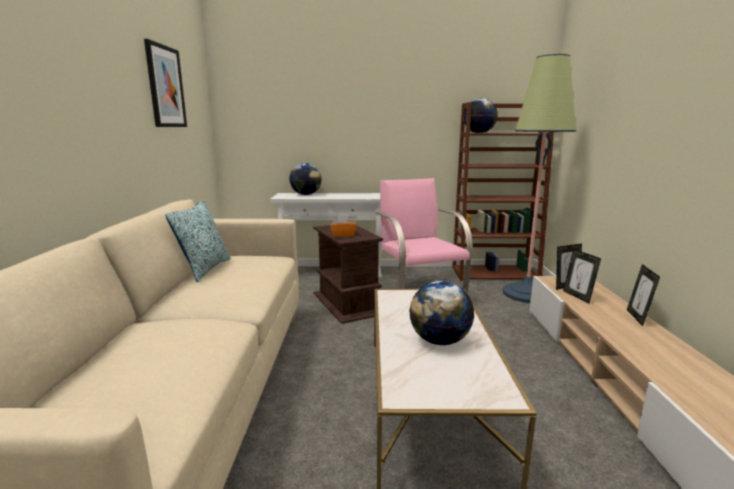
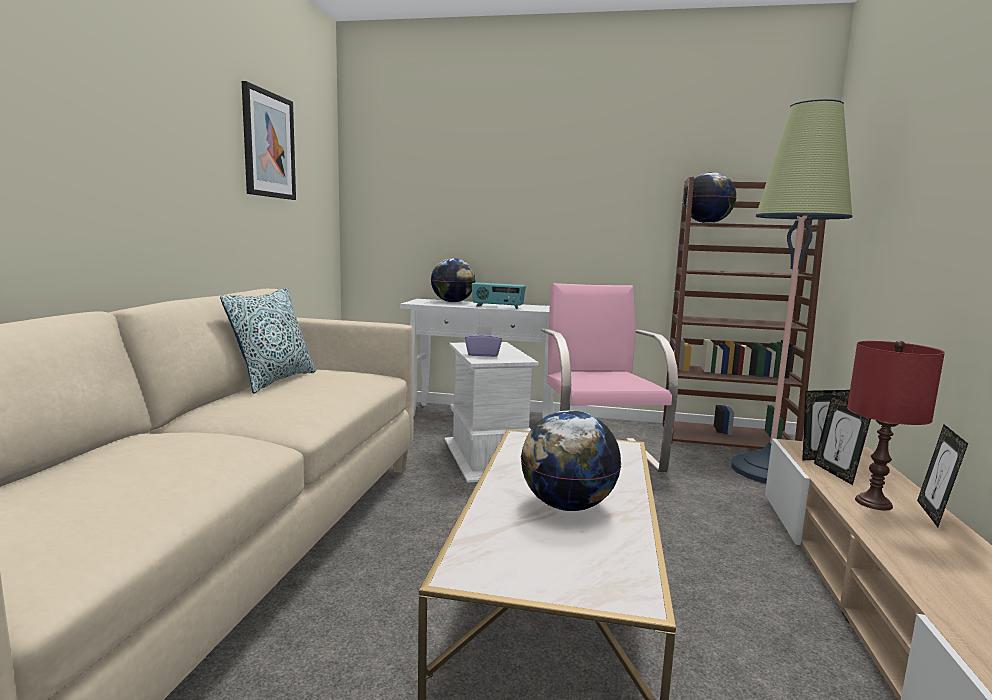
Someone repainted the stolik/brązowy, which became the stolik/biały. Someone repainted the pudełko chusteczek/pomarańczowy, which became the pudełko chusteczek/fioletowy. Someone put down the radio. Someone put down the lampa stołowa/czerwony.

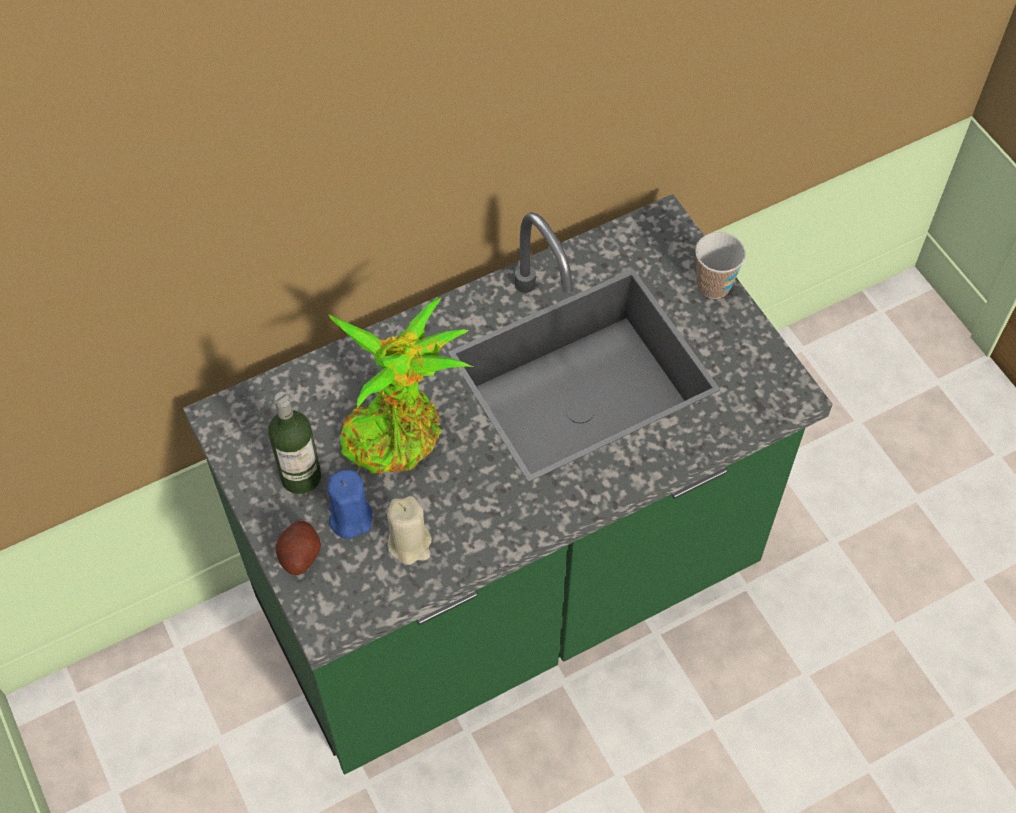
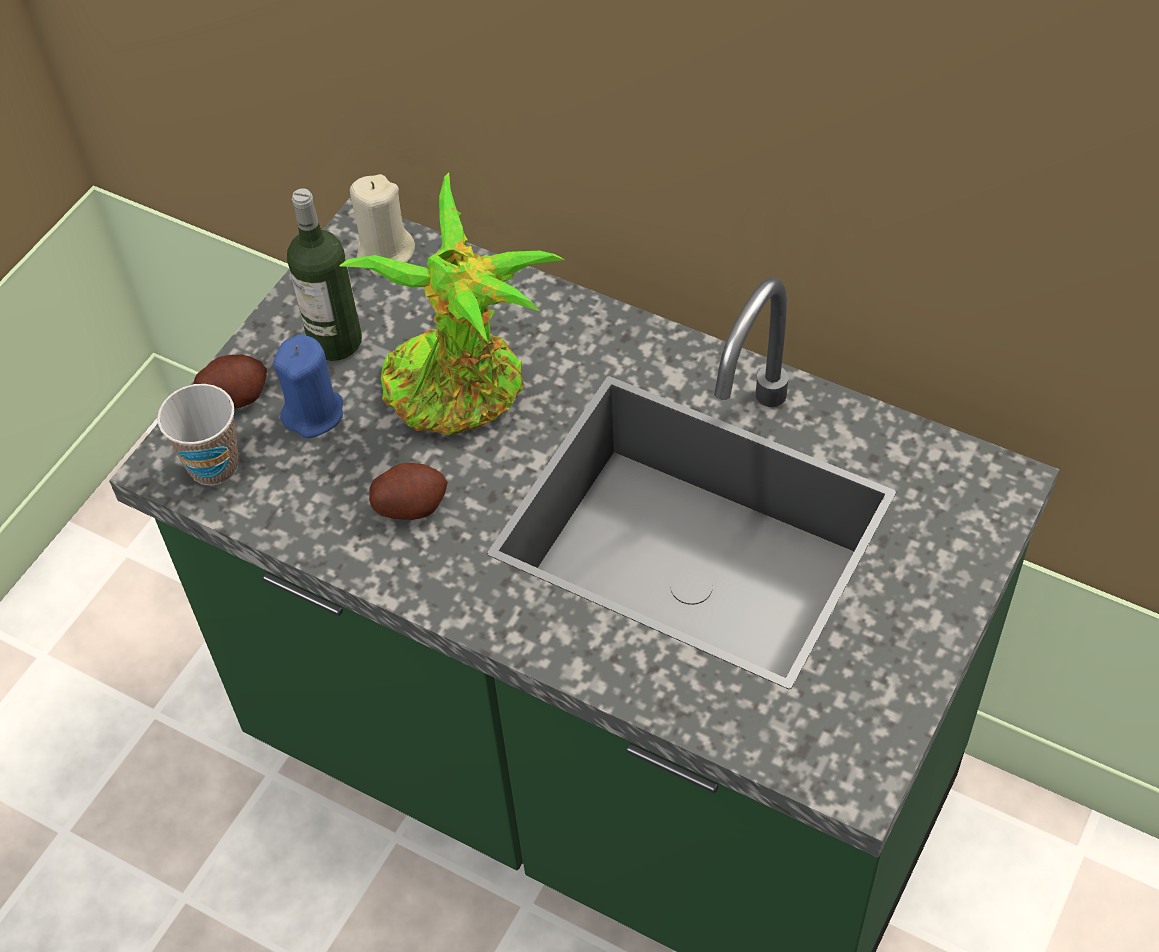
Someone carried the filiżanka. Someone carried the świeca/beżowy. Someone put down the ziemniak (2nd from left).

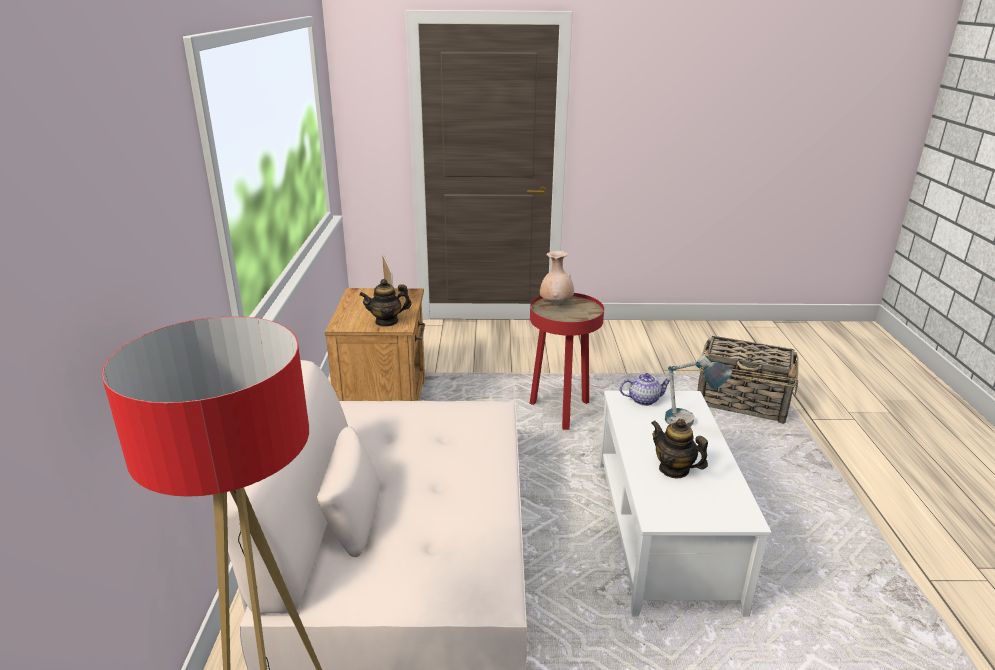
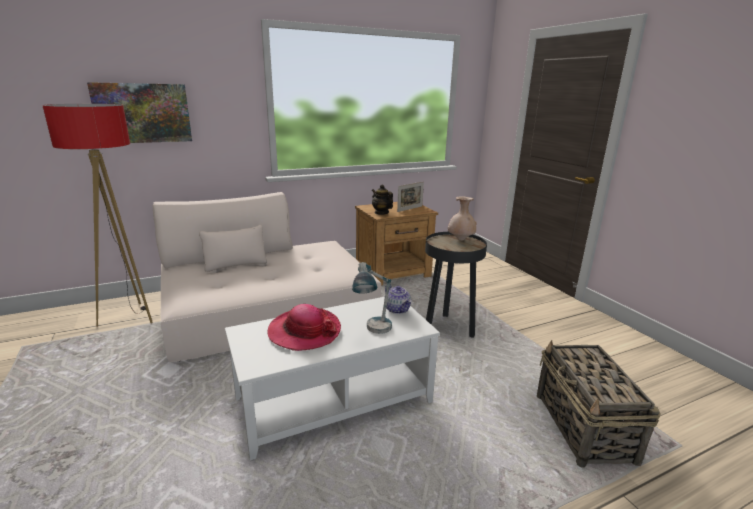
Someone put up the obraz. Someone swapped the imbryk (3rd from left) for the kapelusz. Someone repainted the stolik/czerwony, which became the stolik/czarny.

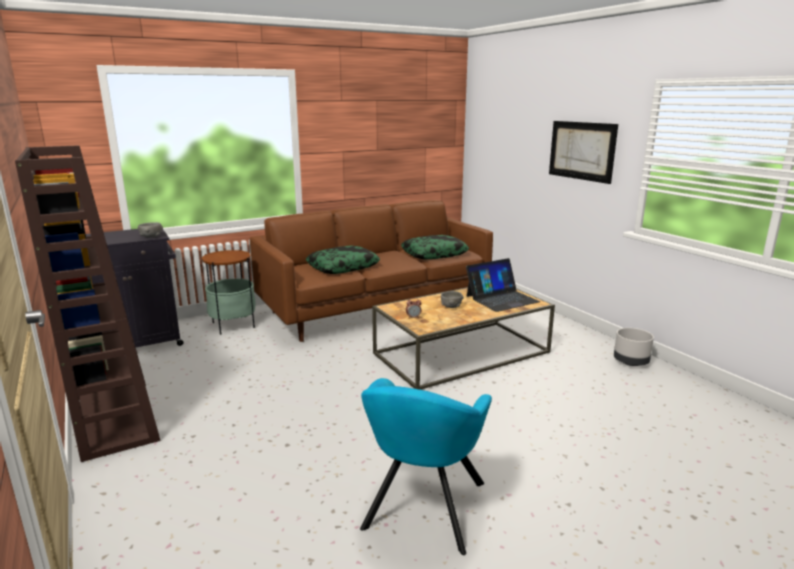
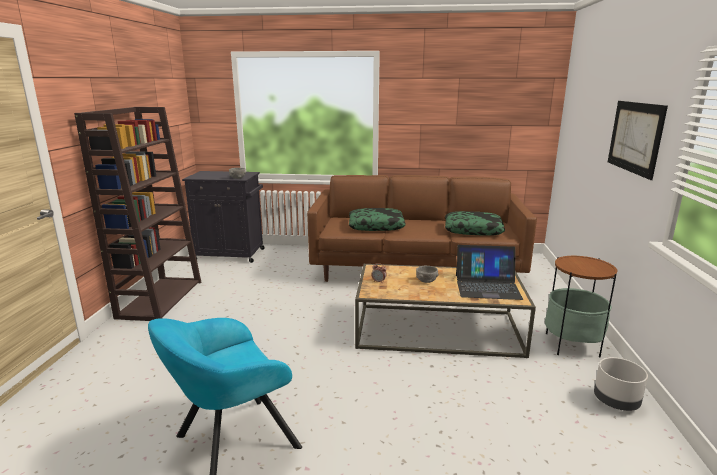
Someone carried the stolik.

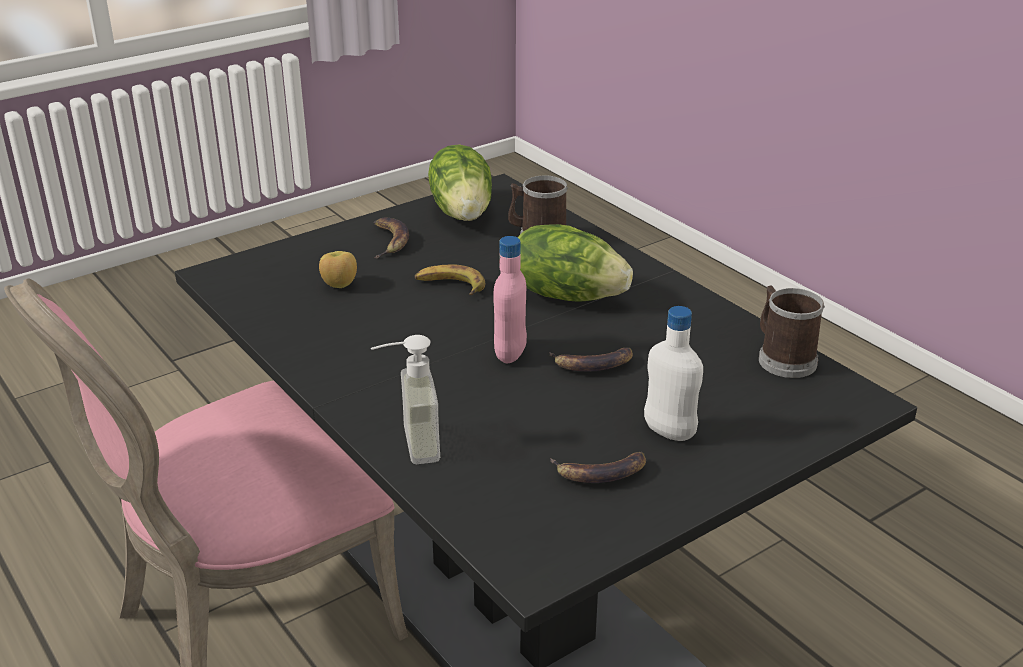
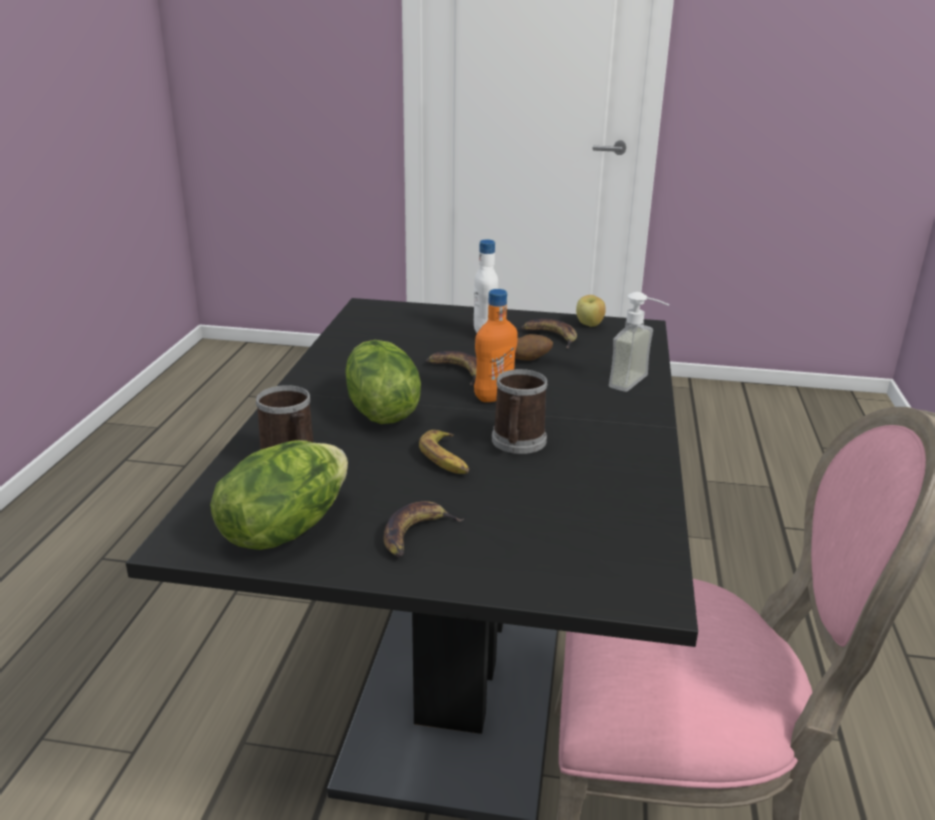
Someone repainted the butelka/różowy, which became the butelka/pomarańczowy. Someone carried the kubek (2nd from left). Someone put down the ziemniak. Someone carried the jabłko.

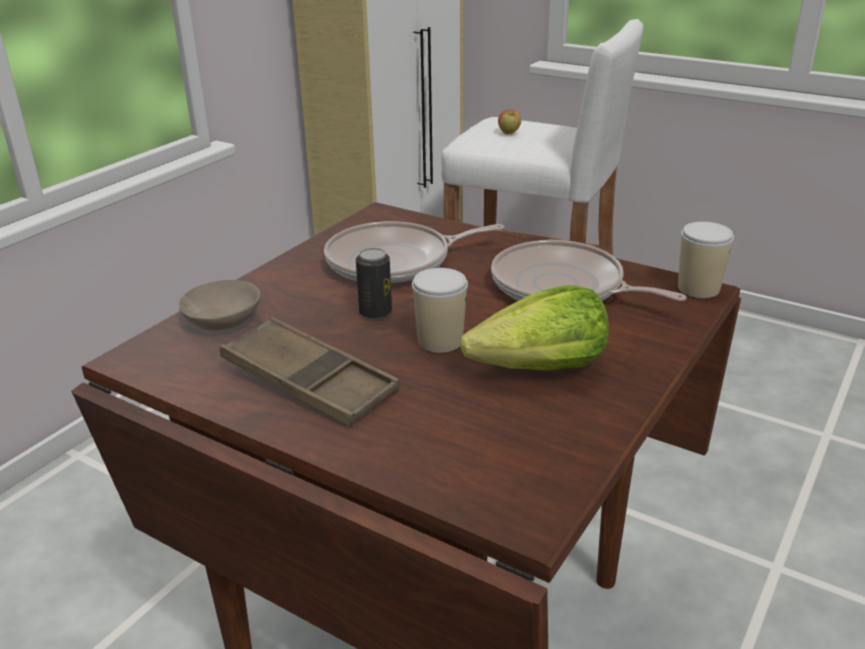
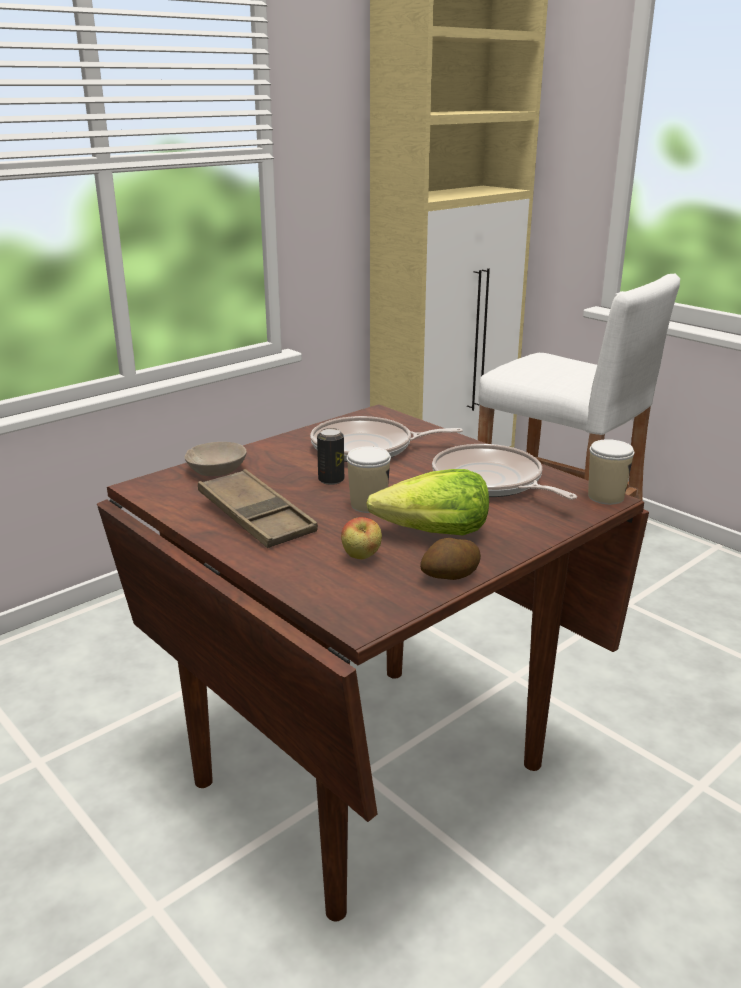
Someone carried the jabłko. Someone put down the ziemniak.

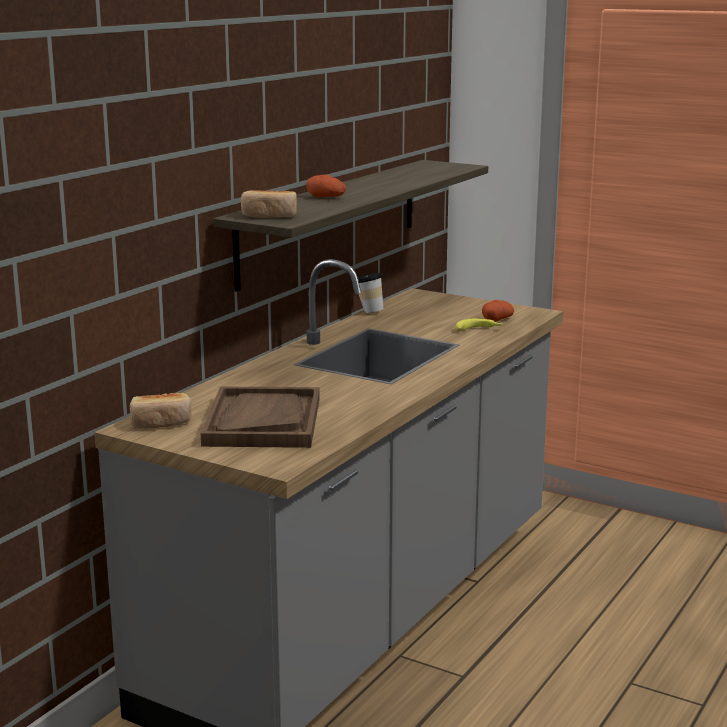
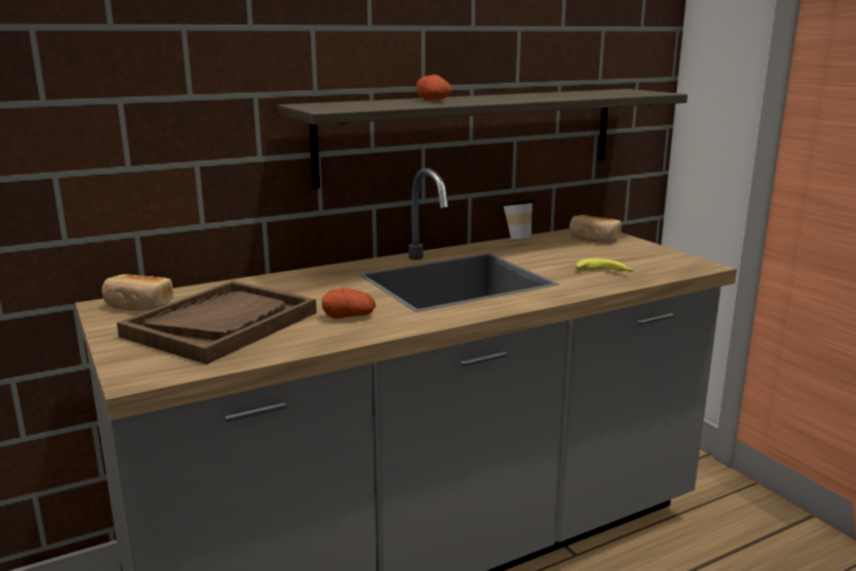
Someone carried the ziemniak (2nd from left in the first image). Someone carried the chleb (2nd from left).

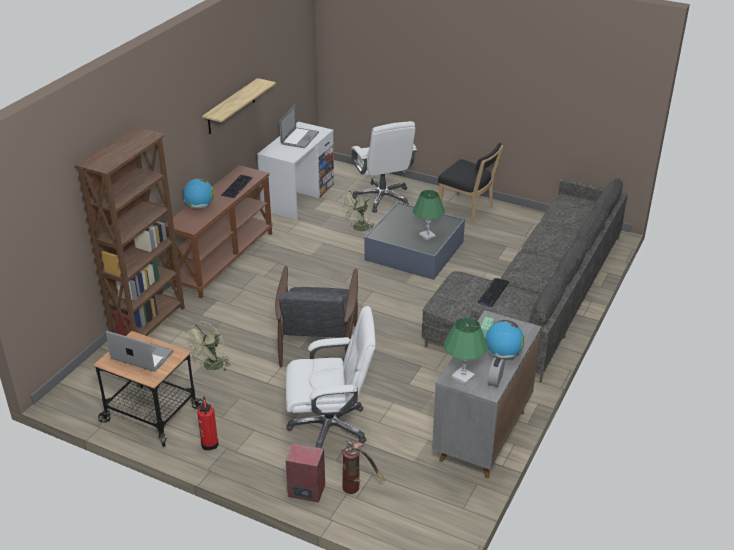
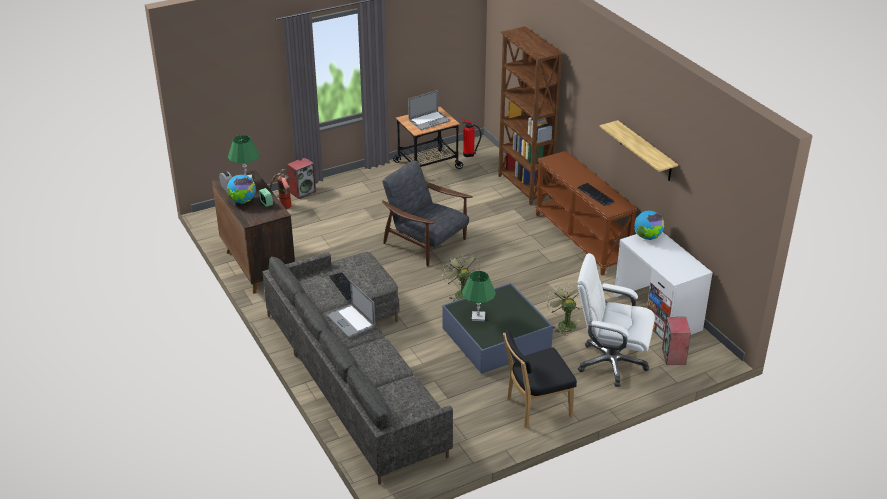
Someone repainted the szafka/szary, which became the szafka/brązowy. Someone carried the laptop (2nd from left in the first image). Someone carried the wentylator/zielony (1st from left). Someone carried the gaśnica (1st from left in the first image). Someone carried the globus (1st from left in the first image). Someone put down the głośnik (2nd from left). Someone took away the krzesło biurowe/biały (1st from left).

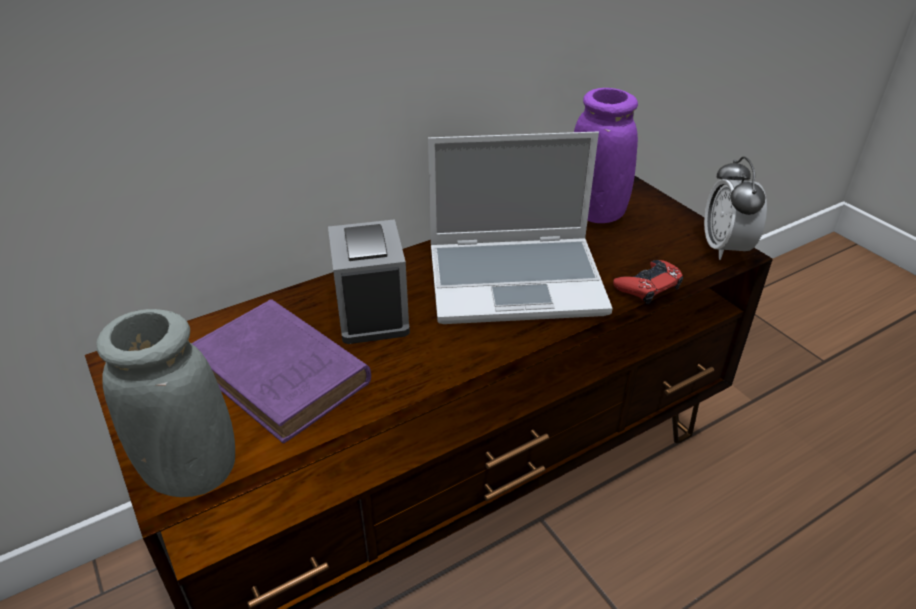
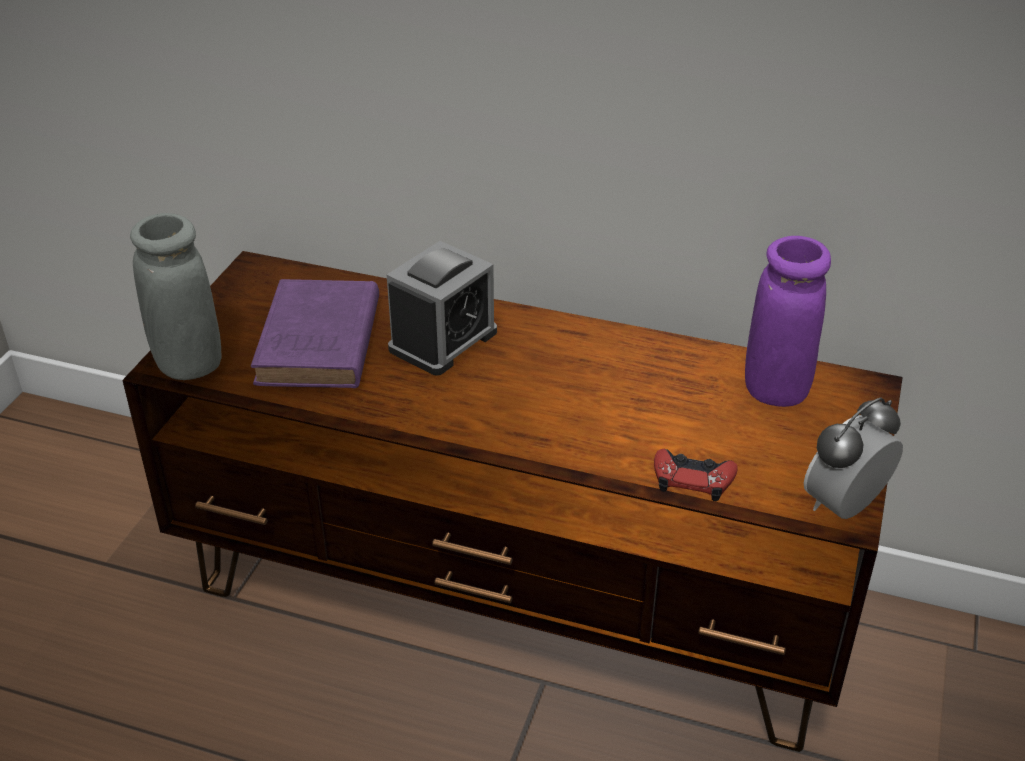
Someone took away the laptop.

